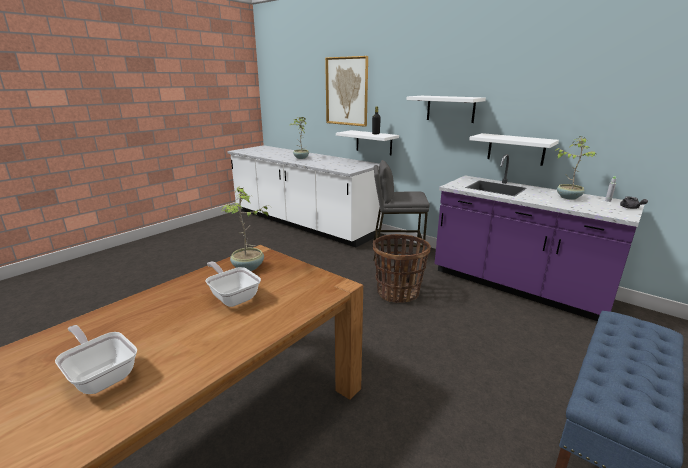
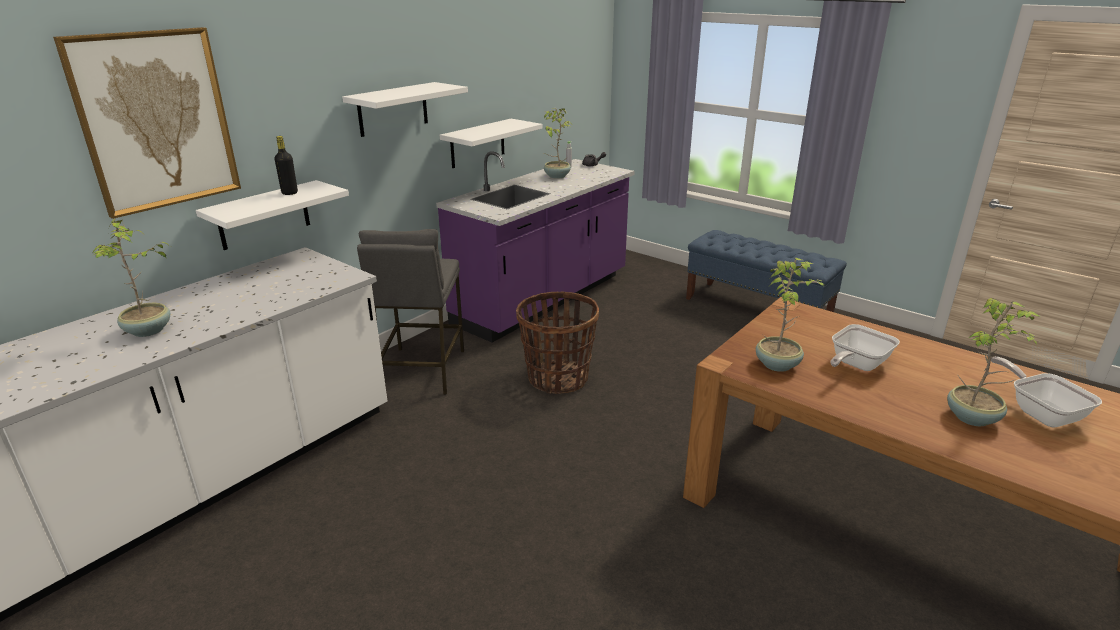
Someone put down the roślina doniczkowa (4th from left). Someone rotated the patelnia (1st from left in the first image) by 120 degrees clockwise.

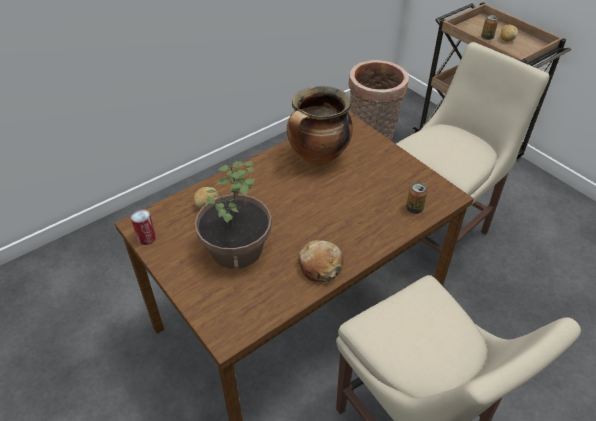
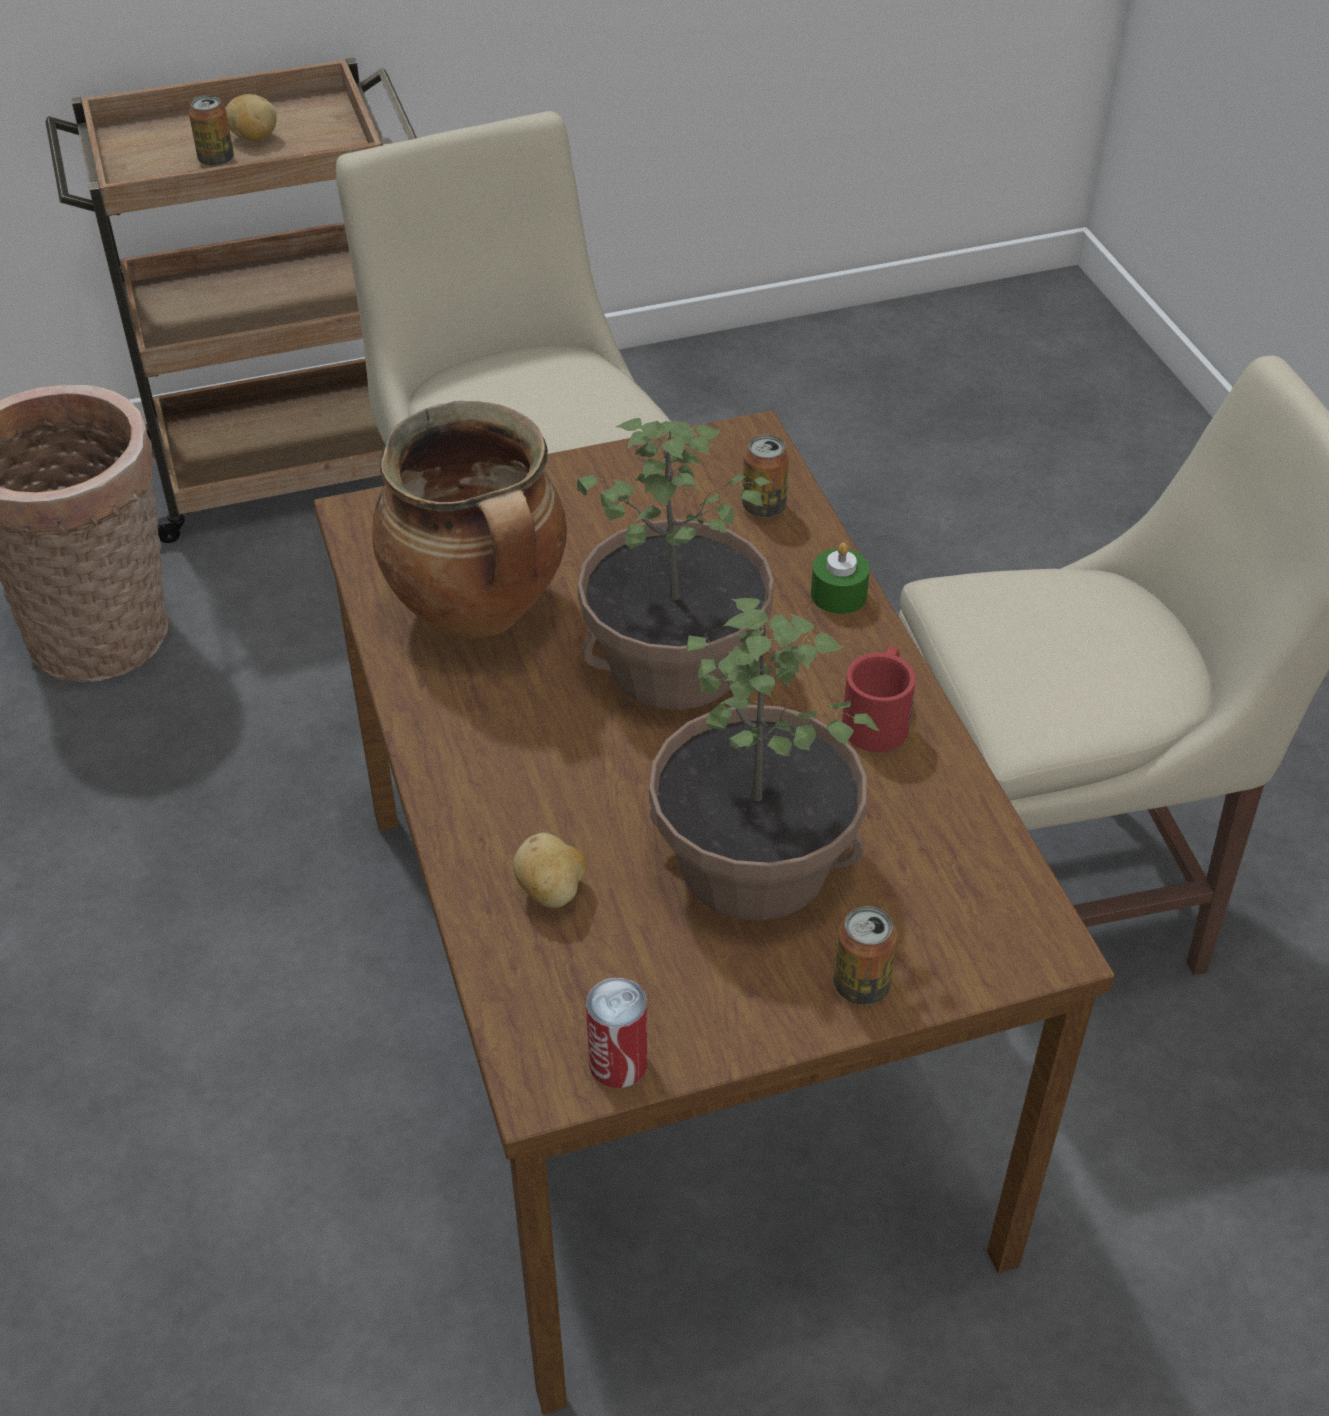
Someone put down the roślina doniczkowa (1st from left). Someone put down the świeca/zielony. Someone put down the puszka (4th from left). Someone swapped the chleb for the kubek/czerwony.

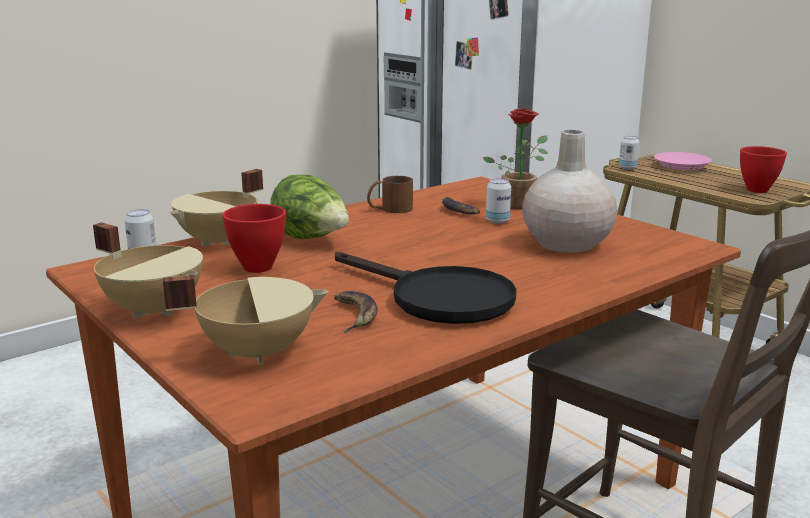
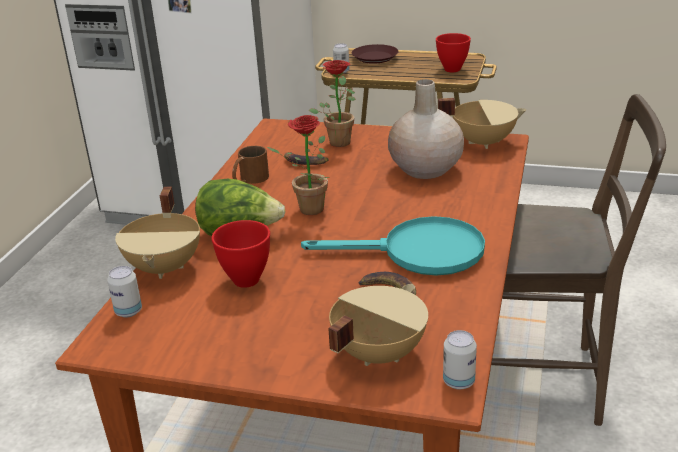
Someone put down the roślina doniczkowa (1st from left). Someone repainted the patelnia/czarny, which became the patelnia/turkusowy. Someone repainted the talerz/różowy, which became the talerz/brązowy. Someone carried the garnek/beżowy (1st from left in the first image). Someone carried the puszka (2nd from left in the first image).

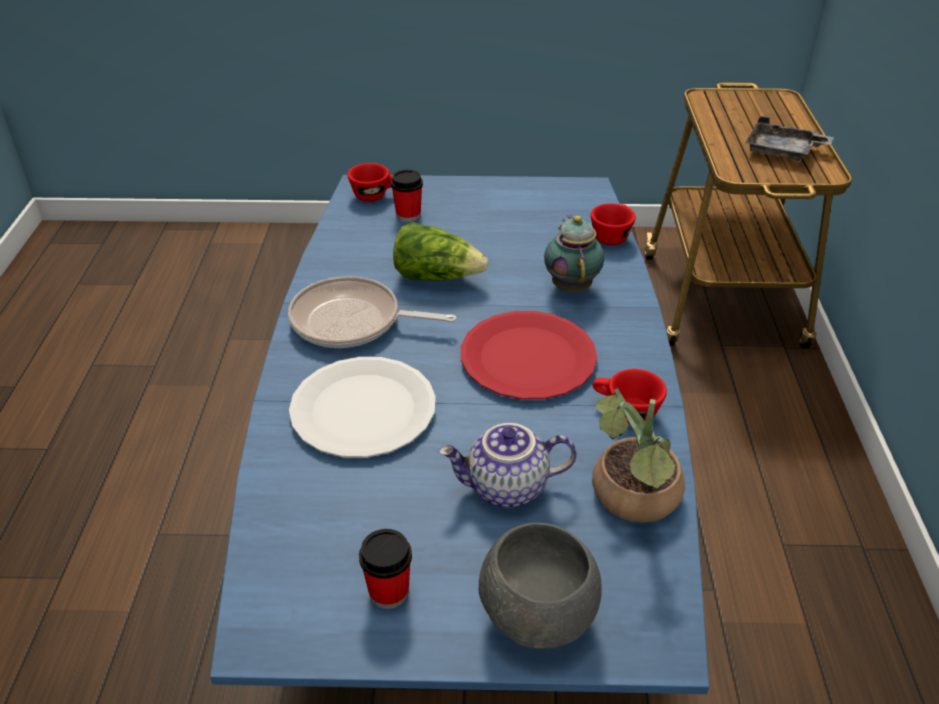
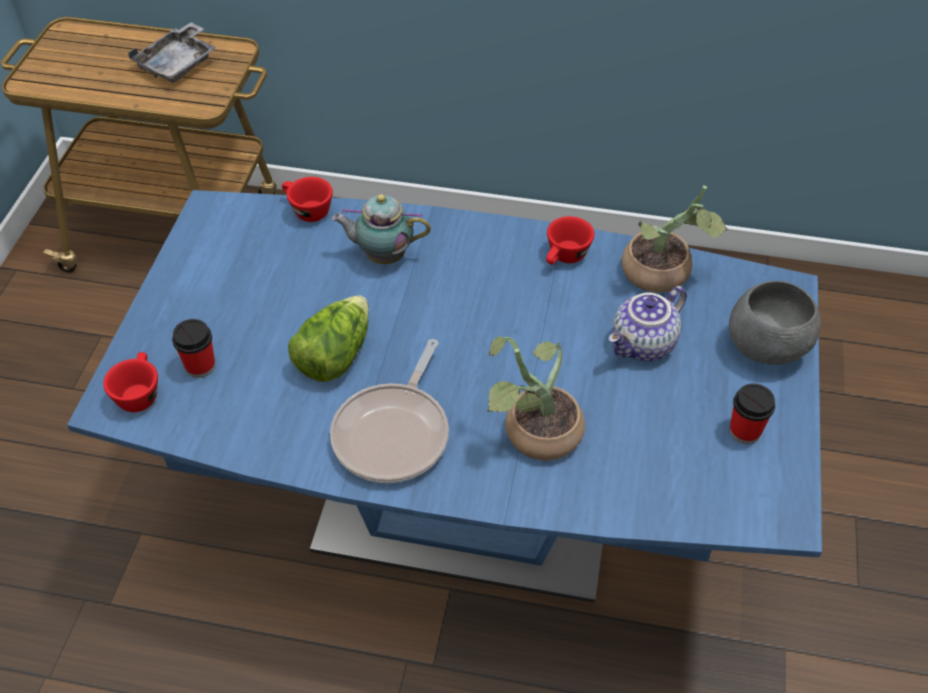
Someone swapped the talerz/biały for the roślina doniczkowa (1st from left). Someone rotated the imbryk (1st from left in the first image) by 45 degrees clockwise. Someone took away the talerz/czerwony.

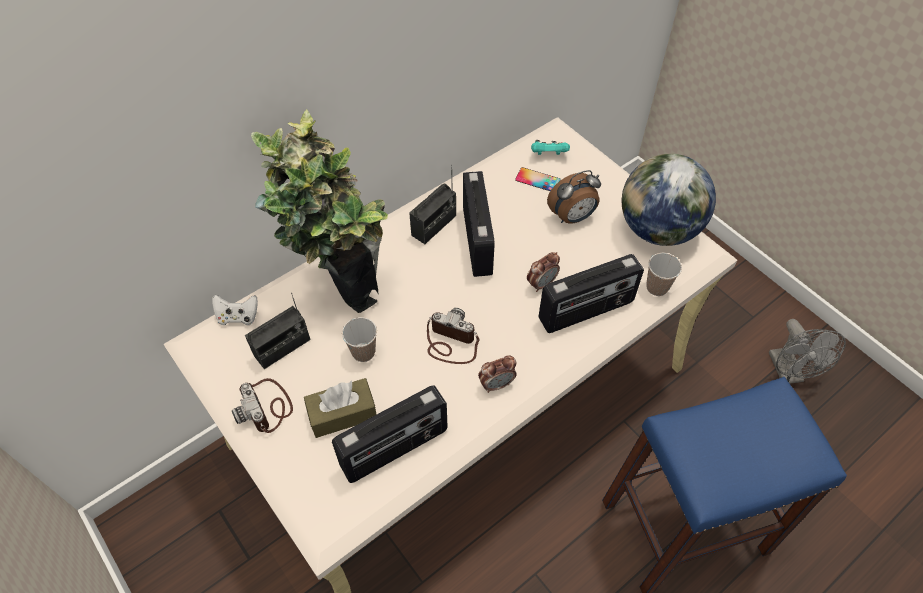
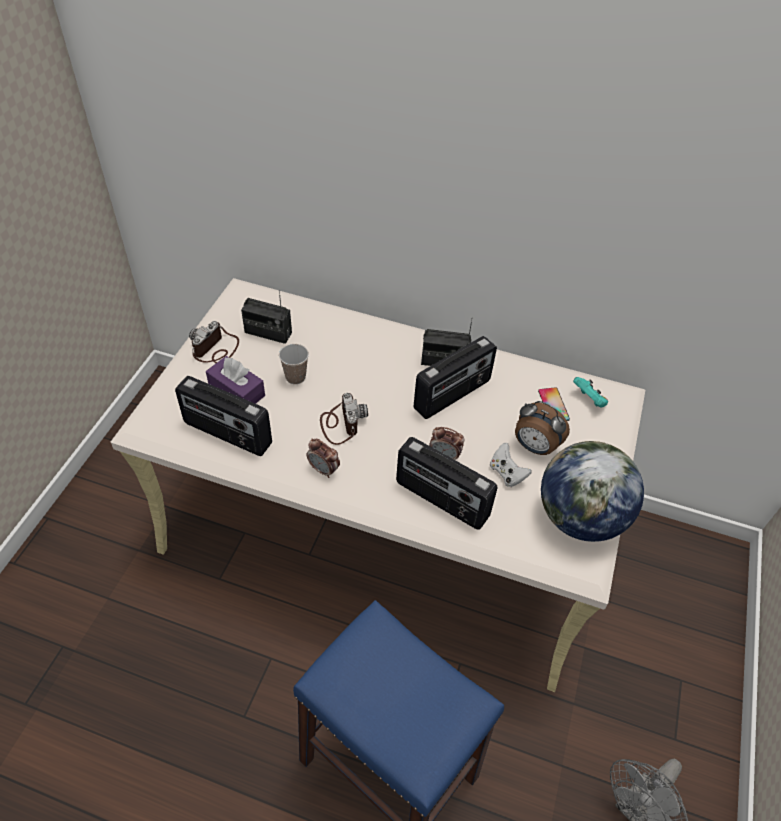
Someone repainted the pudełko chusteczek/brązowy, which became the pudełko chusteczek/fioletowy. Someone carried the pad do gier/biały. Someone took away the roślina doniczkowa. Someone took away the filiżanka (2nd from left).

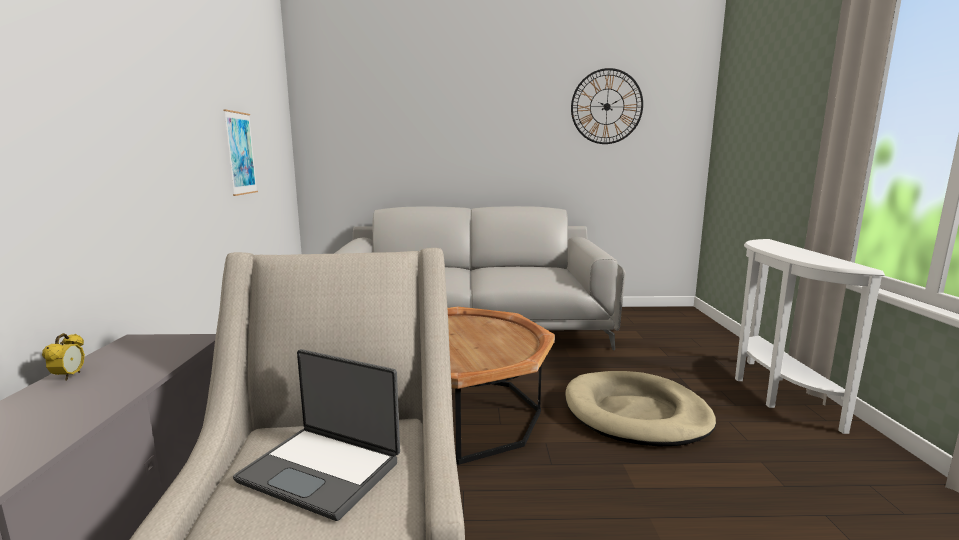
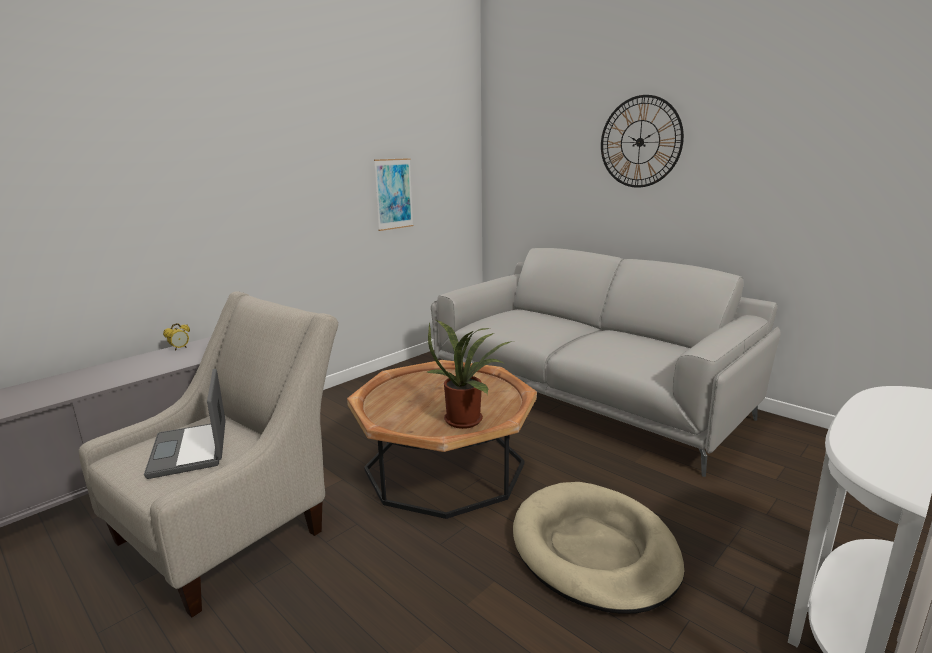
Someone put down the roślina doniczkowa. Someone carried the zegar ścienny.

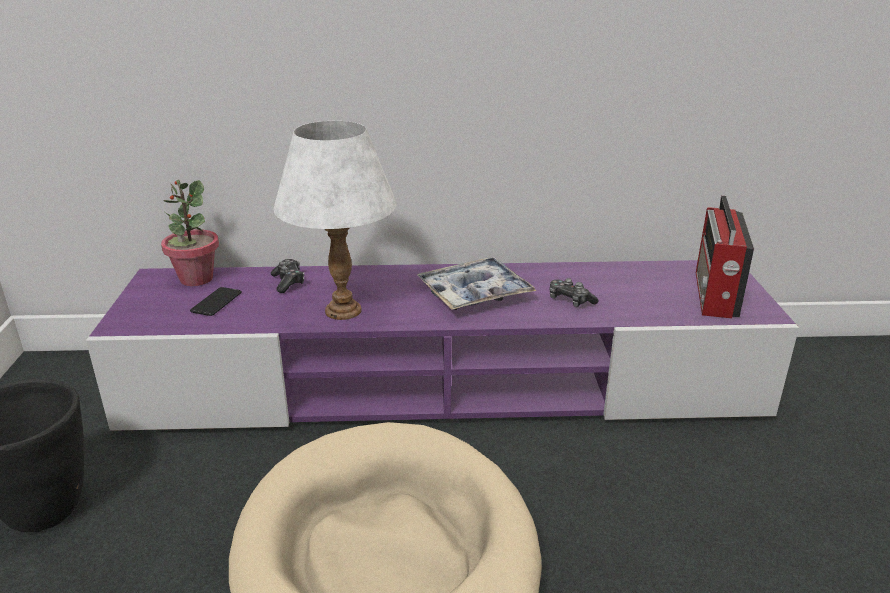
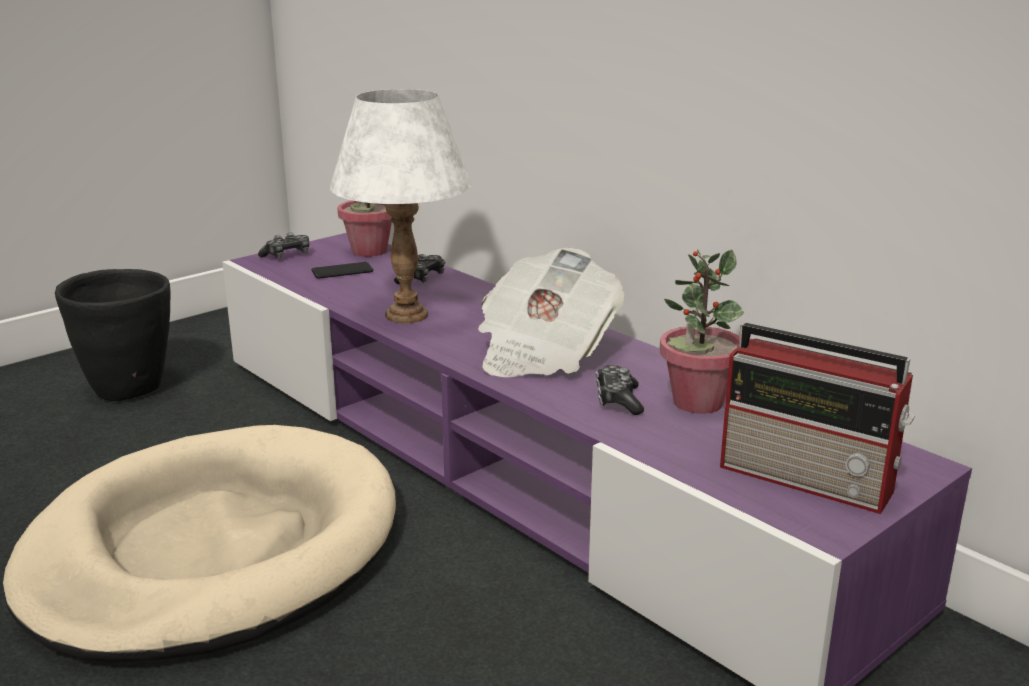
Someone put down the pad do gier (1st from left). Someone swapped the taca for the gazeta. Someone put down the roślina doniczkowa (2nd from left). Someone rotated the radio by 120 degrees counterclockwise.

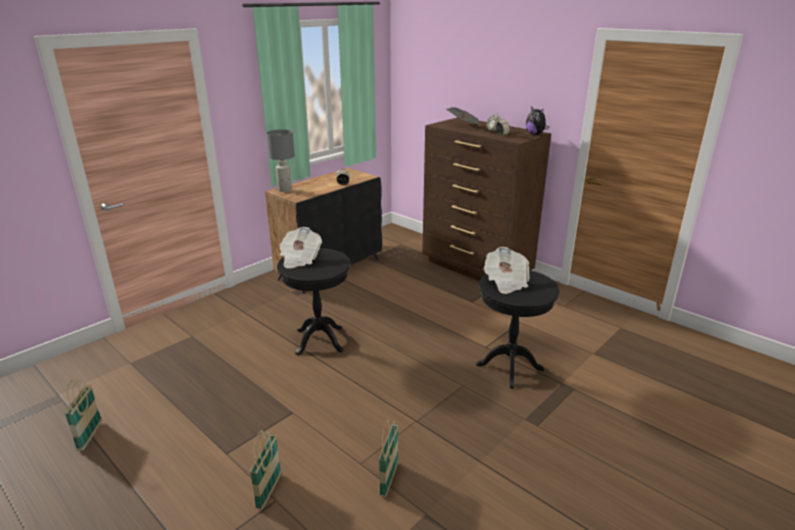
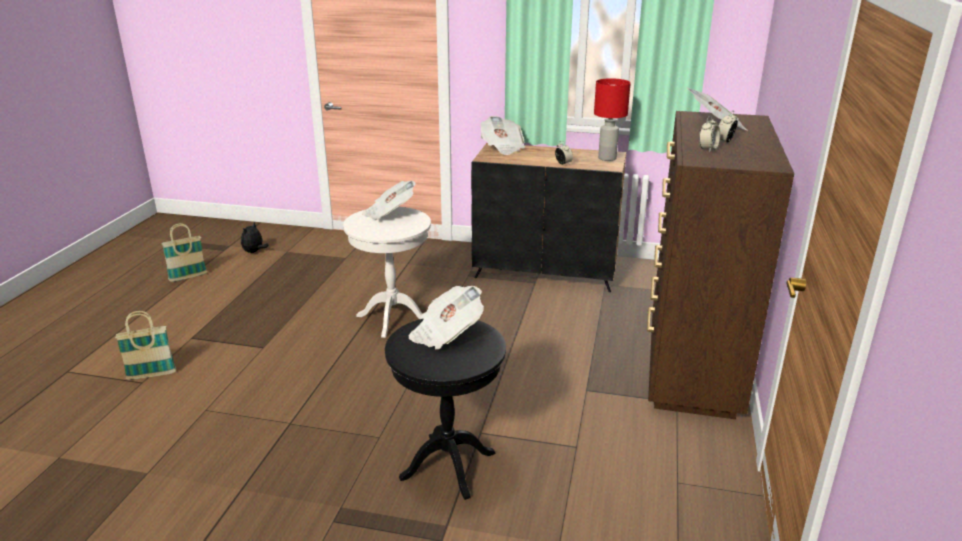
Someone carried the pluszak. Someone repainted the stolik/czarny (1st from left), which became the stolik/biały. Someone swapped the lampa stołowa/szary for the gazeta (3rd from left). Someone put down the lampa stołowa/czerwony. Someone took away the koszyk (3rd from left).

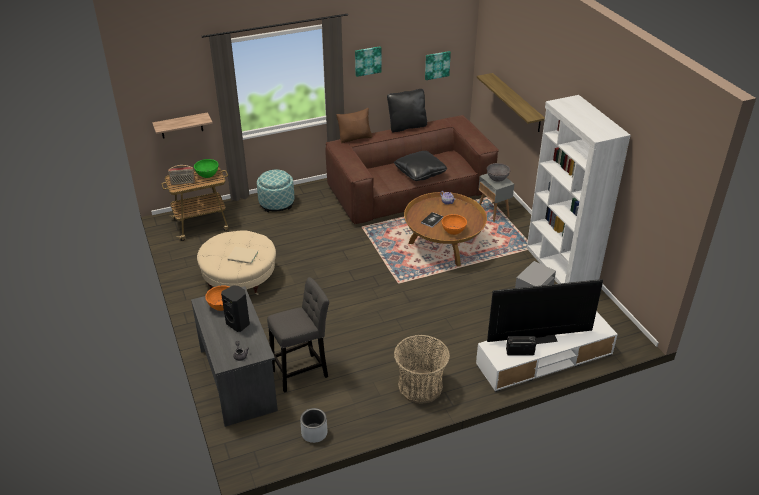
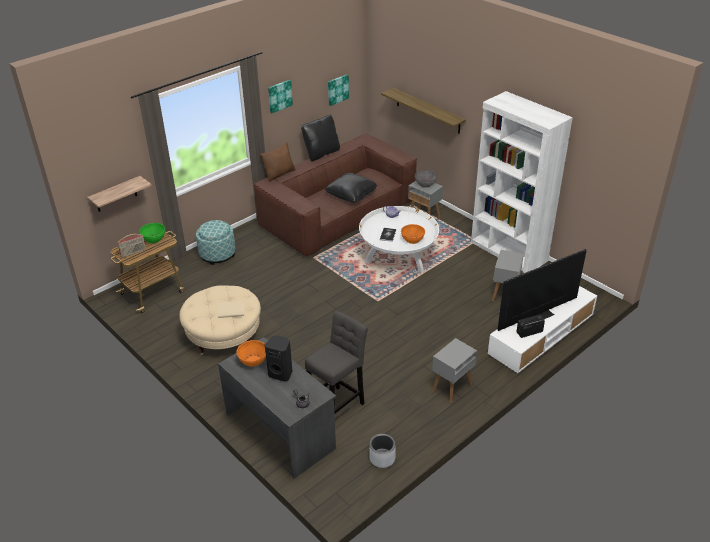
Someone repainted the ława/brązowy, which became the ława/biały. Someone swapped the koszyk for the stolik/szary (2nd from left).

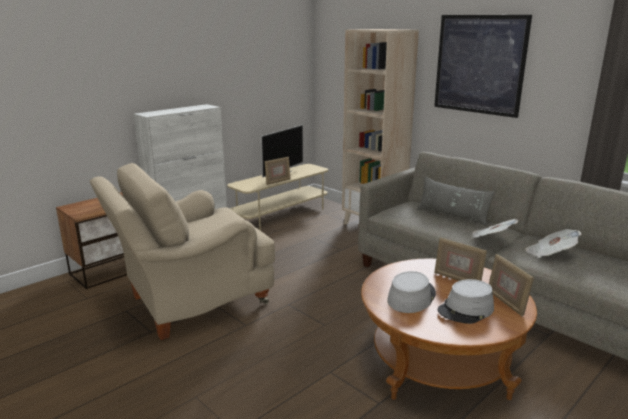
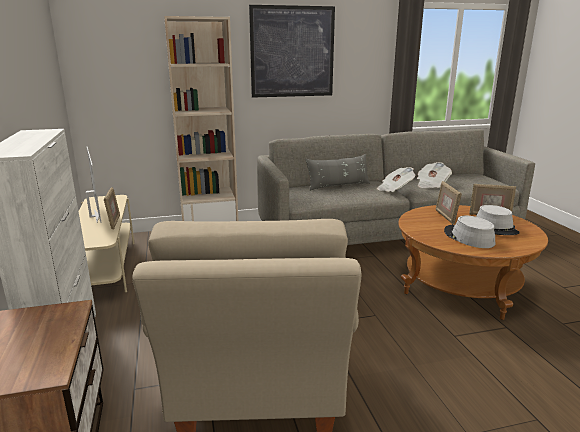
Someone rotated the ramka na zdjęcie (2nd from left) by 105 degrees clockwise.

